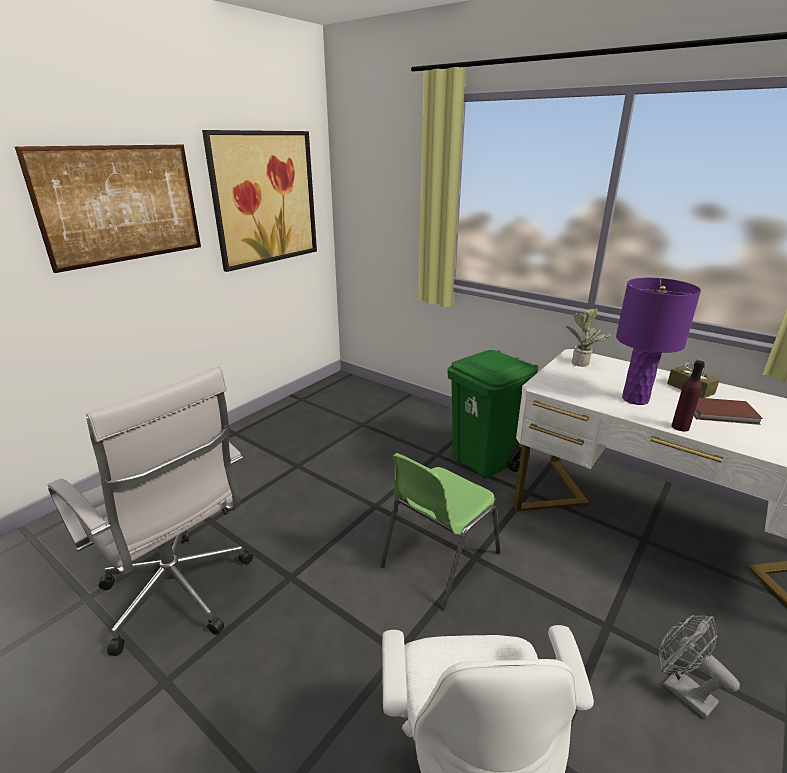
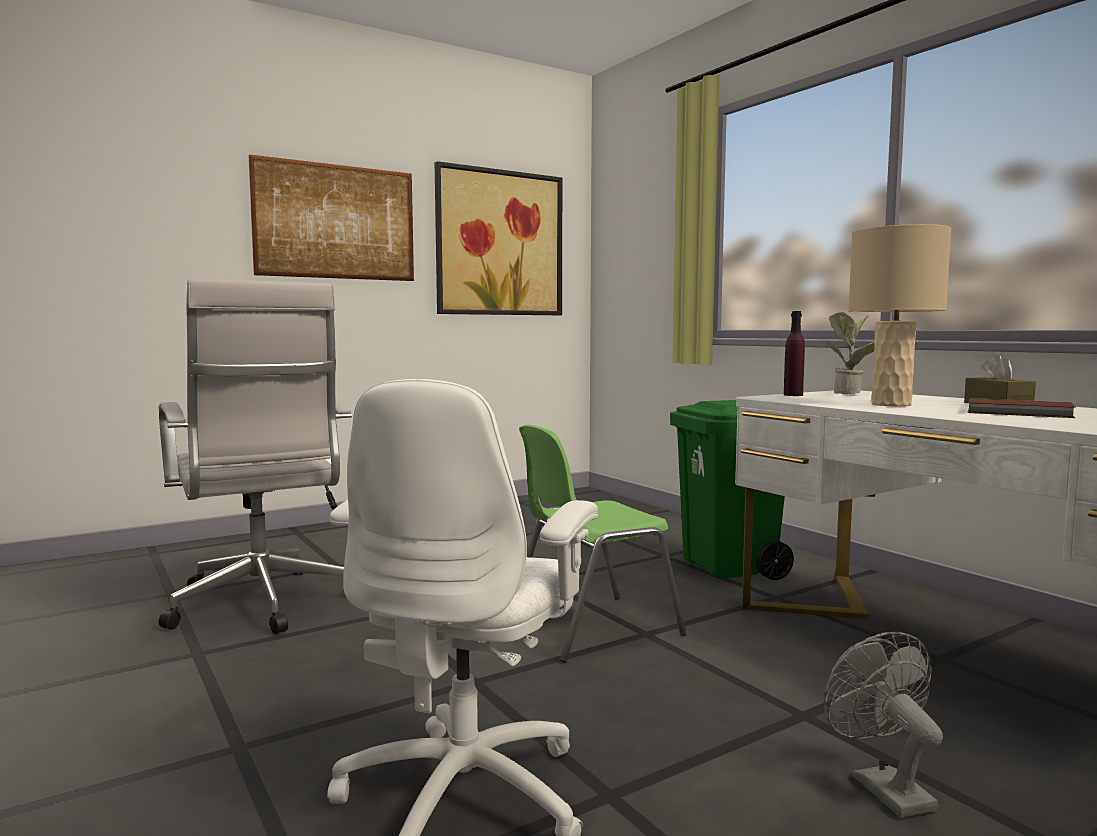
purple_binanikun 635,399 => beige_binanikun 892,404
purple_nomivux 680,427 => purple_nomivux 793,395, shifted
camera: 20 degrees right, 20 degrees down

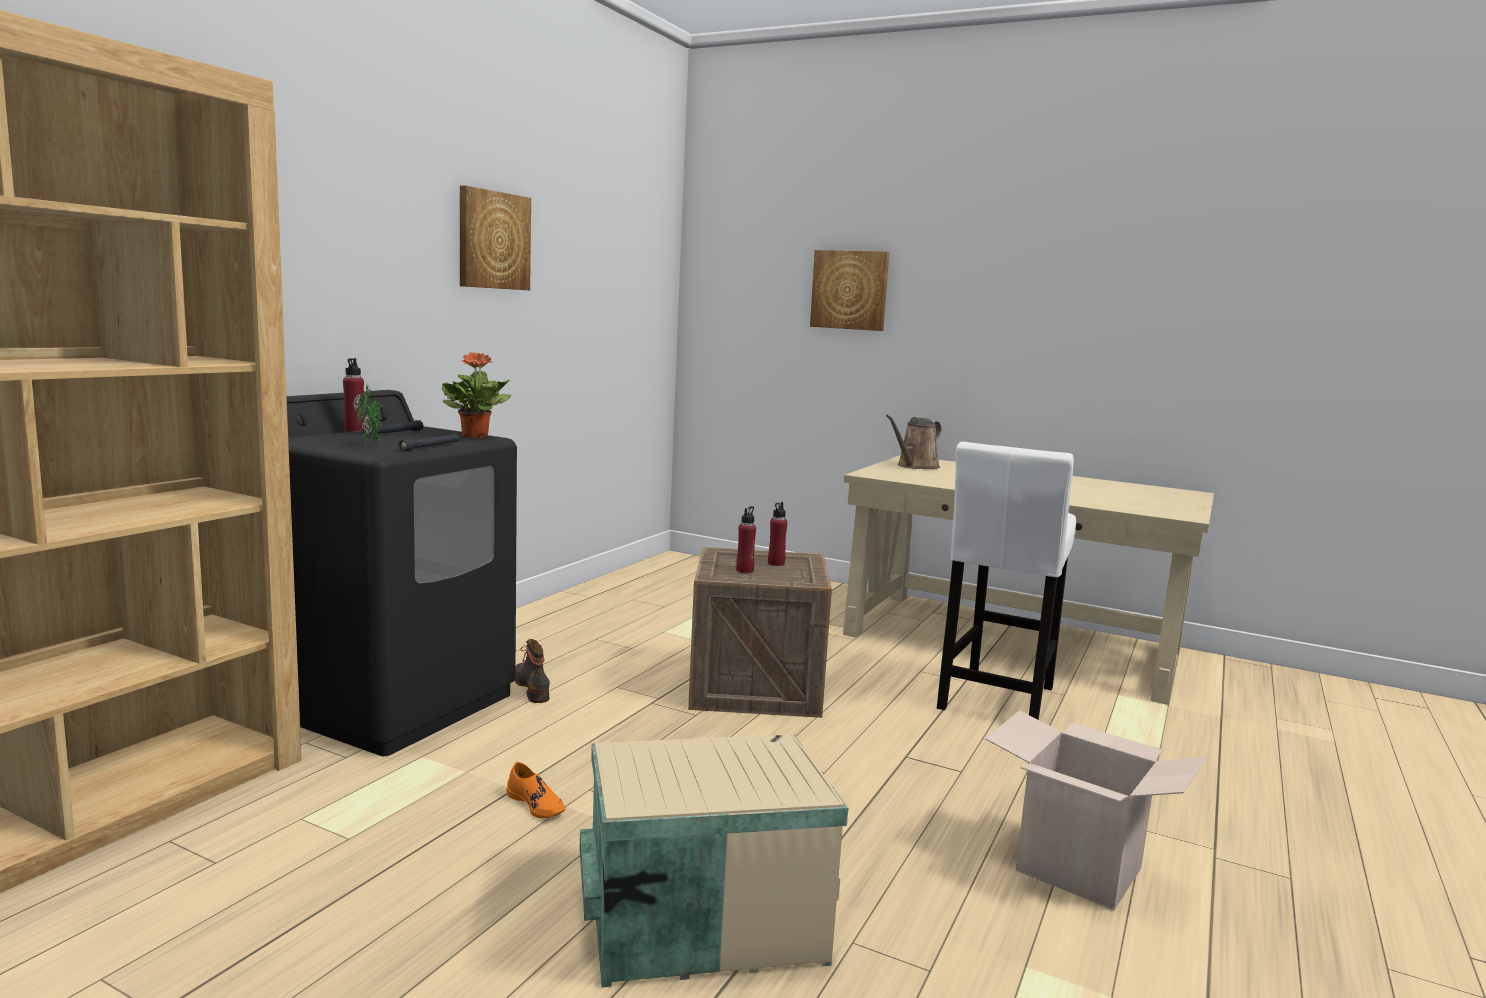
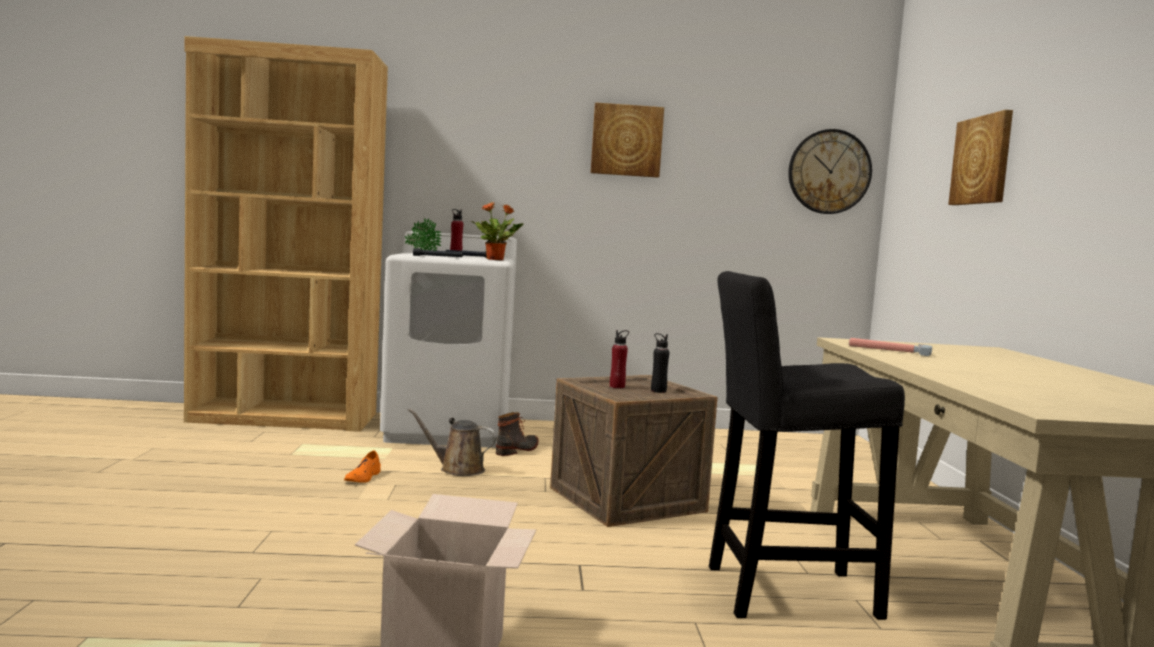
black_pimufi 390,702 => white_pimufi 449,430
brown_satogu 915,466 => brown_satogu 457,469, shifted
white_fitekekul 996,701 => black_fitekekul 781,592
red_nomivux 776,563 => black_nomivux 658,391
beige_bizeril 700,912 => nothing
nothing => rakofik 829,172
nothing => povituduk 889,350
camera: 60 degrees right, 5 degrees down

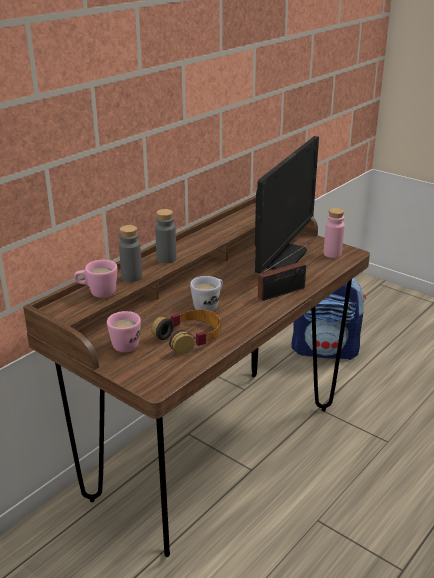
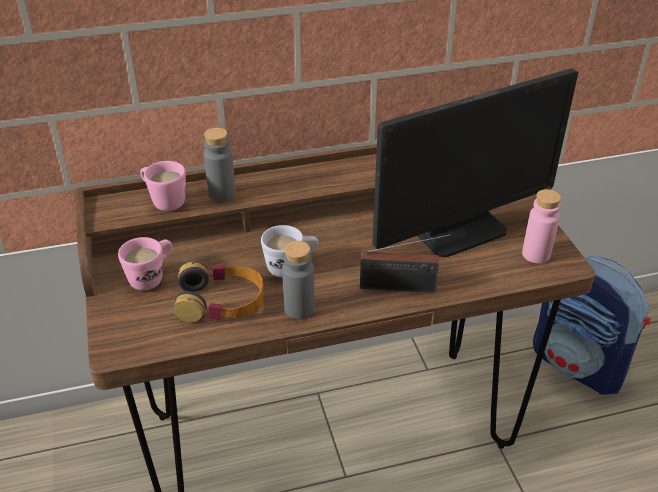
grey_nomivux 166,259 => grey_nomivux 299,308, shifted
camera: 35 degrees right, 10 degrees up

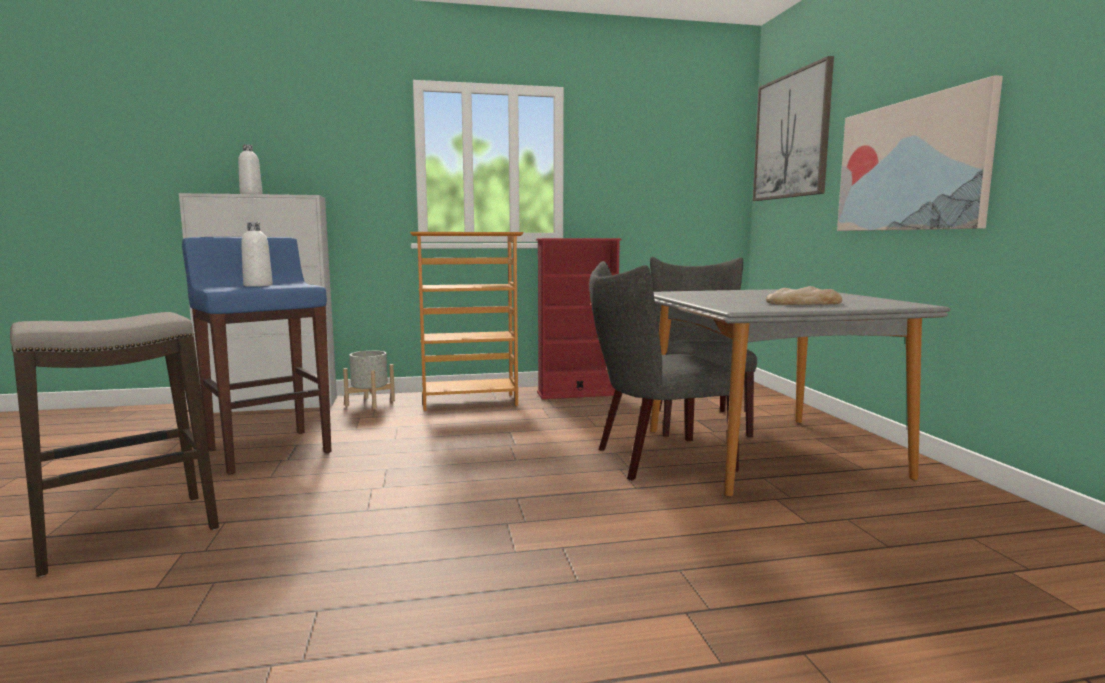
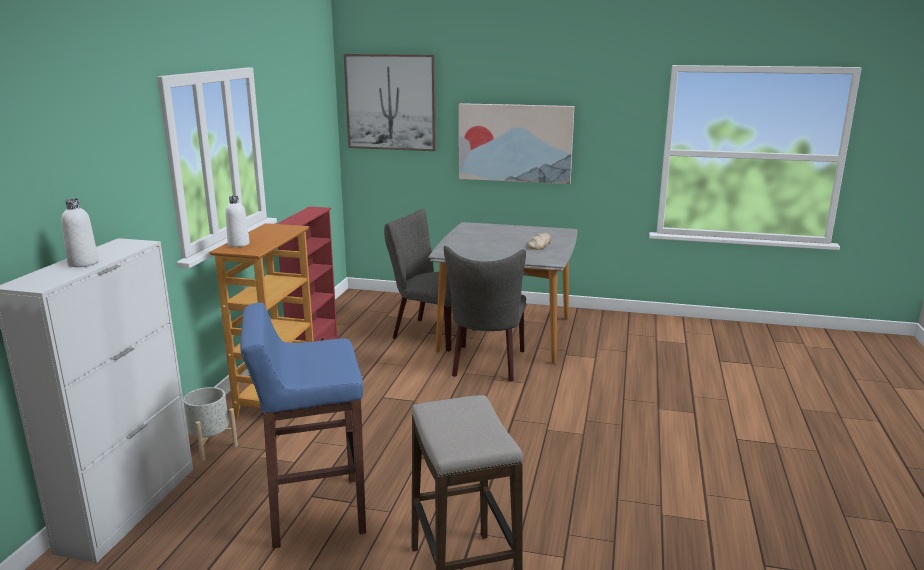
white_nomivux 258,285 => white_nomivux 238,244, shifted
camera: 65 degrees left, 10 degrees up

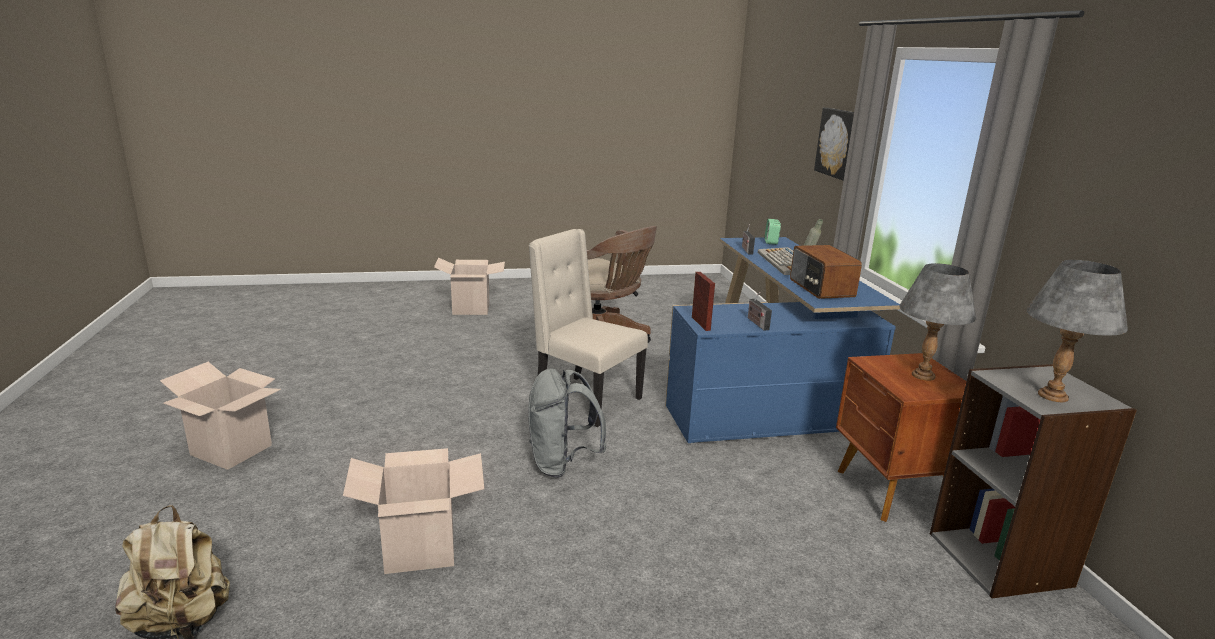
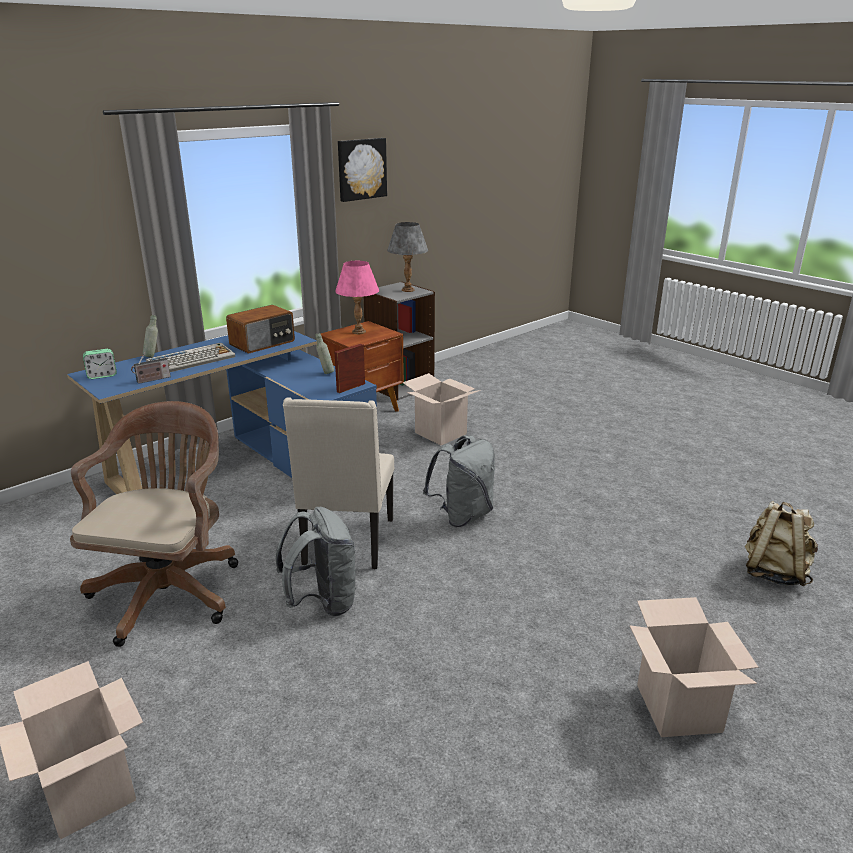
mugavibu 839,143 => mugavibu 361,169, shifted
grey_binanikun 923,375 => pink_binanikun 358,332
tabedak 756,323 => grey_nomivux 325,373
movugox 420,549 => movugox 440,433, shifted
nothing => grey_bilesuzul 323,602
camera: 120 degrees left, 5 degrees up

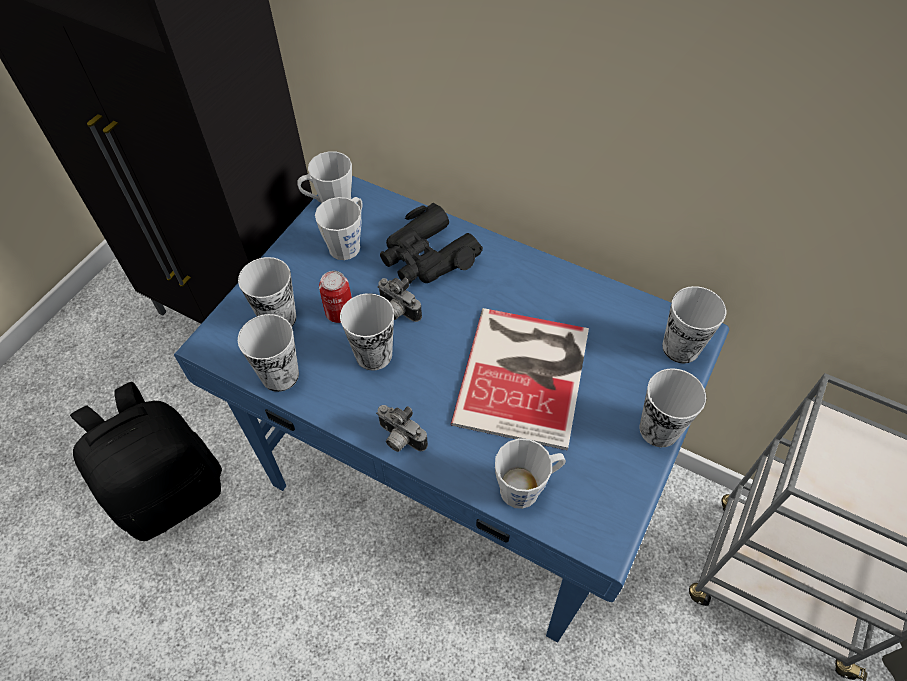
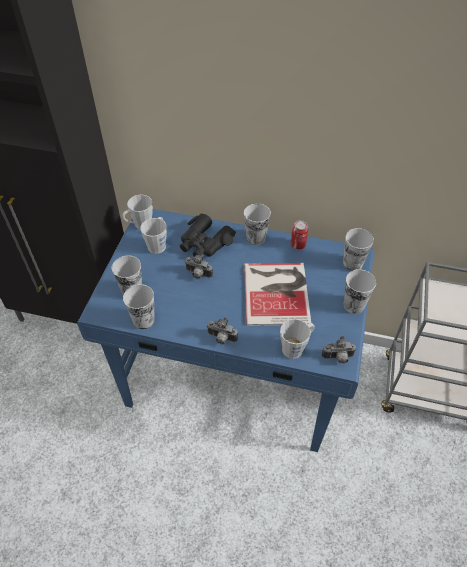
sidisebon 340,313 => sidisebon 298,245, shifted
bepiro 373,354 => bepiro 256,238, shifted
black_bilesuzul 171,492 => nothing
nothing => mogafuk 338,358
camera: 15 degrees left, 5 degrees down

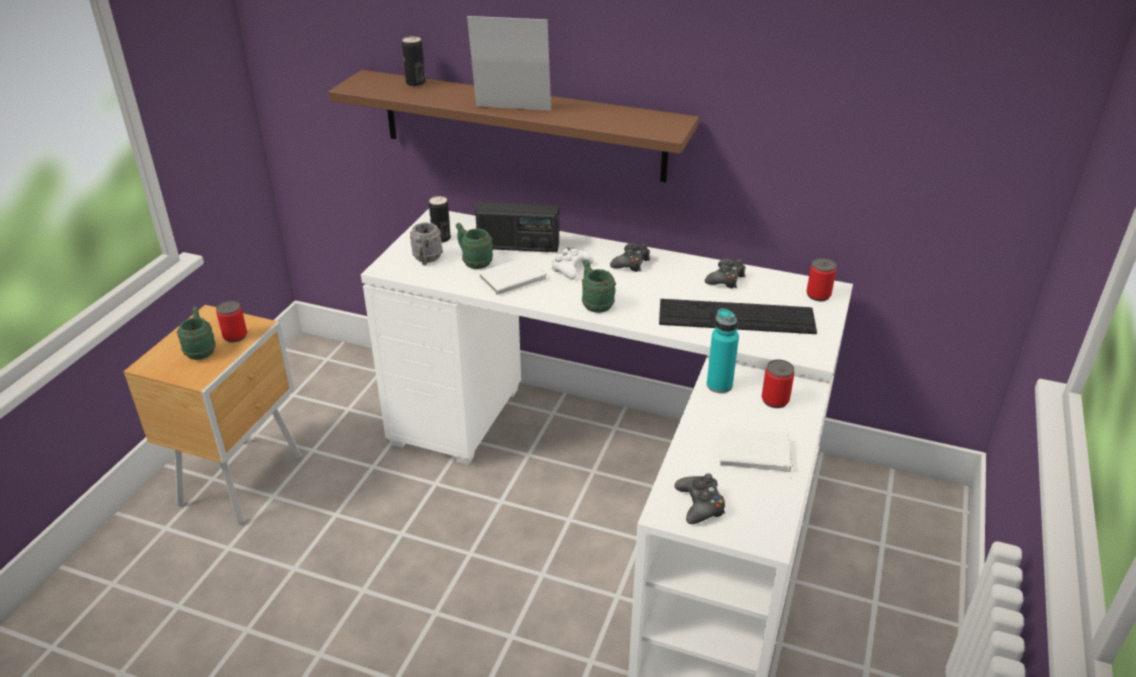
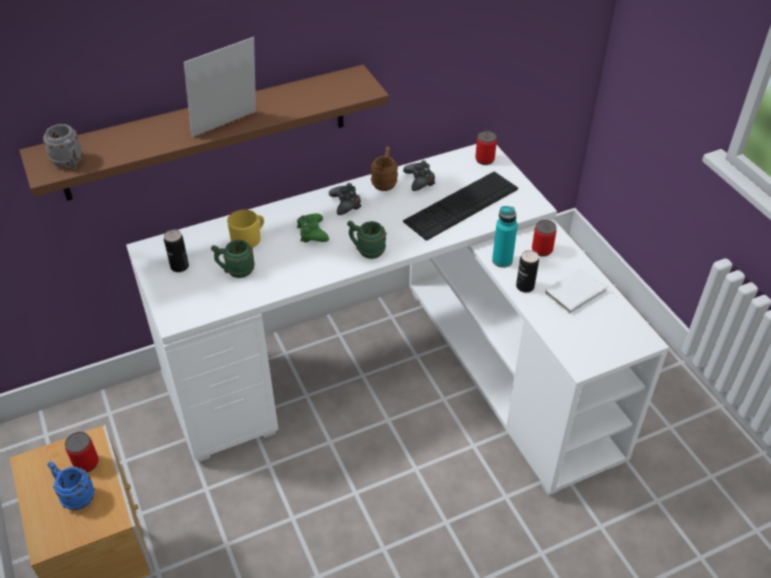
sidisebon 415,83 => sidisebon 525,286, shifted
tabedak 518,246 => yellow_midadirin 249,237
grey_midadirin 426,260 => grey_midadirin 70,163, shifted
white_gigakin 571,268 => green_gigakin 312,233
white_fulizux 513,280 => nothing
green_midadirin 201,350 => blue_midadirin 74,496
black_gigakin 700,504 => nothing
nothing => brown_midadirin 385,182
camera: 45 degrees left, 10 degrees up

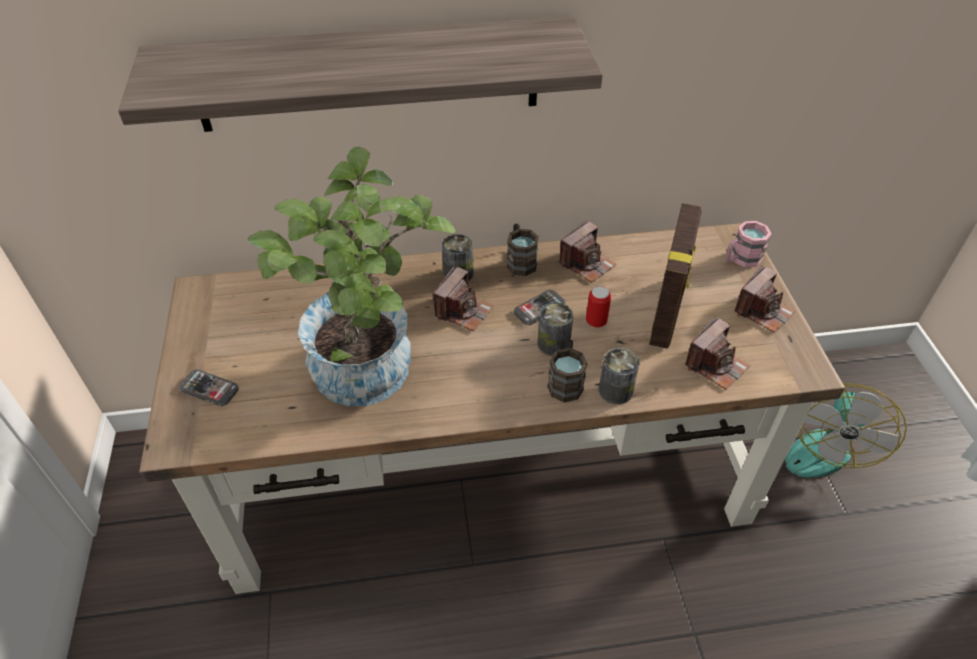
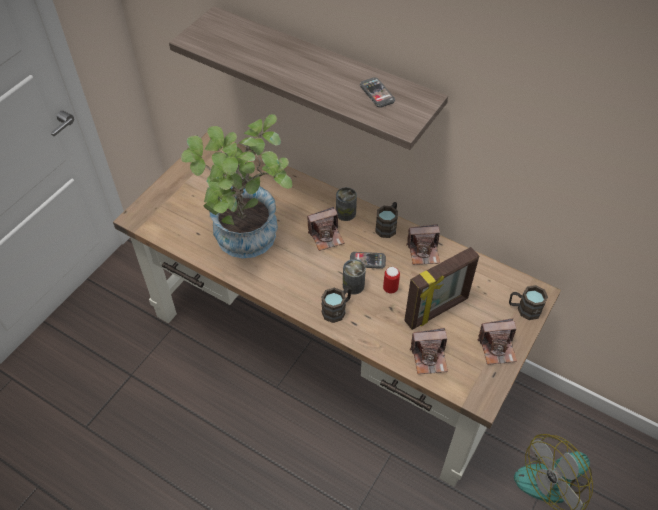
pink_midadirin 740,259 => brown_midadirin 524,309
sidisebon 615,390 => nothing
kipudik 209,389 => kipudik 377,93, shifted
camera: 40 degrees right, 5 degrees up

